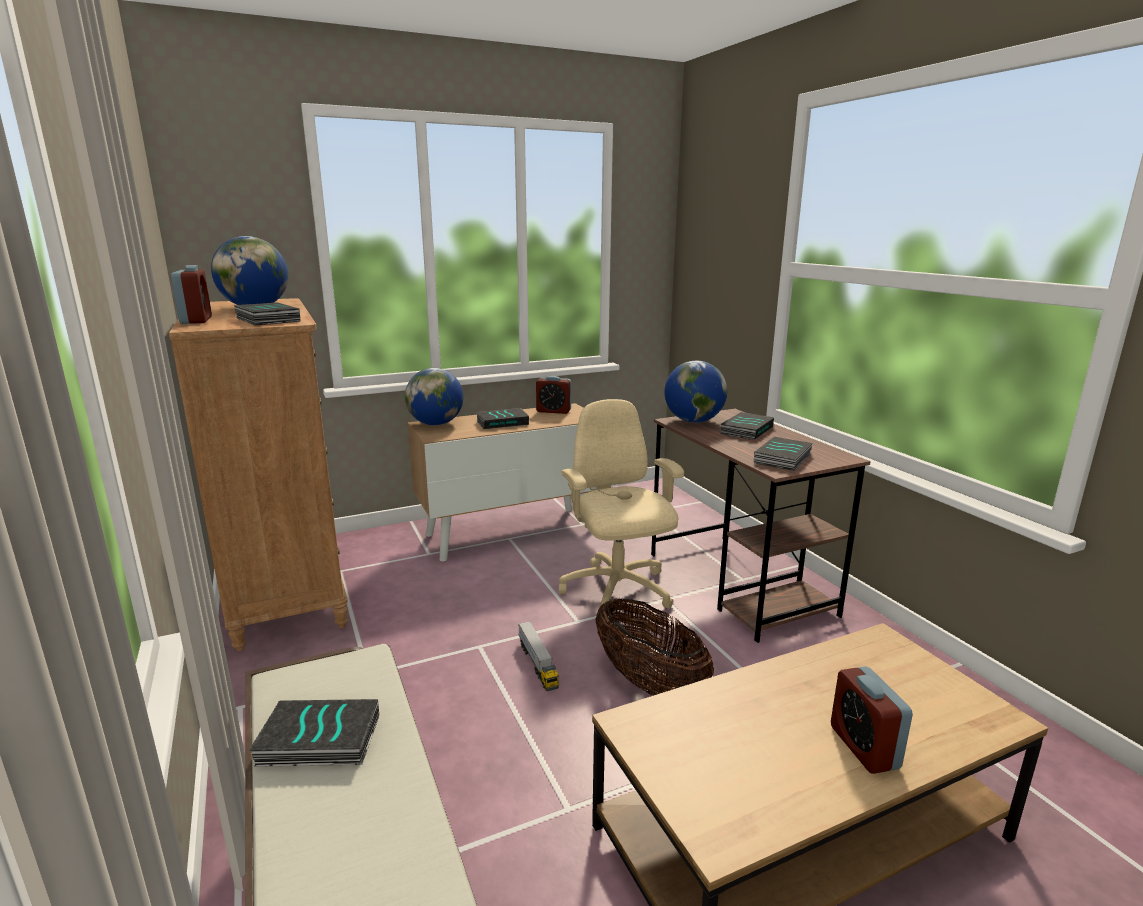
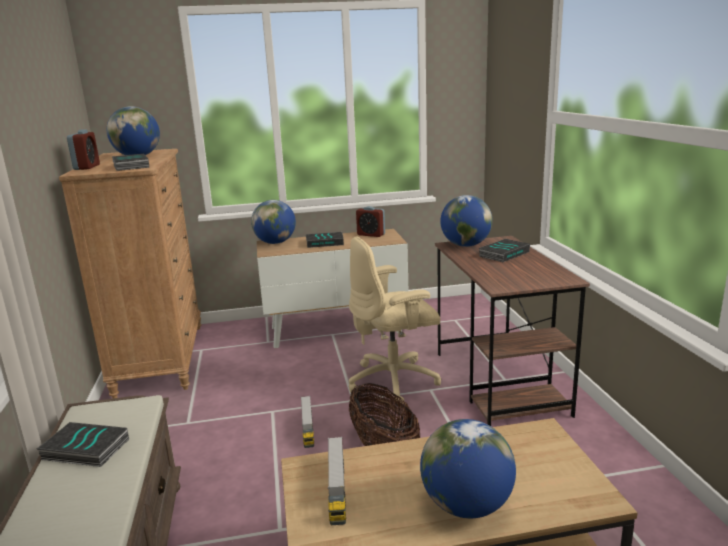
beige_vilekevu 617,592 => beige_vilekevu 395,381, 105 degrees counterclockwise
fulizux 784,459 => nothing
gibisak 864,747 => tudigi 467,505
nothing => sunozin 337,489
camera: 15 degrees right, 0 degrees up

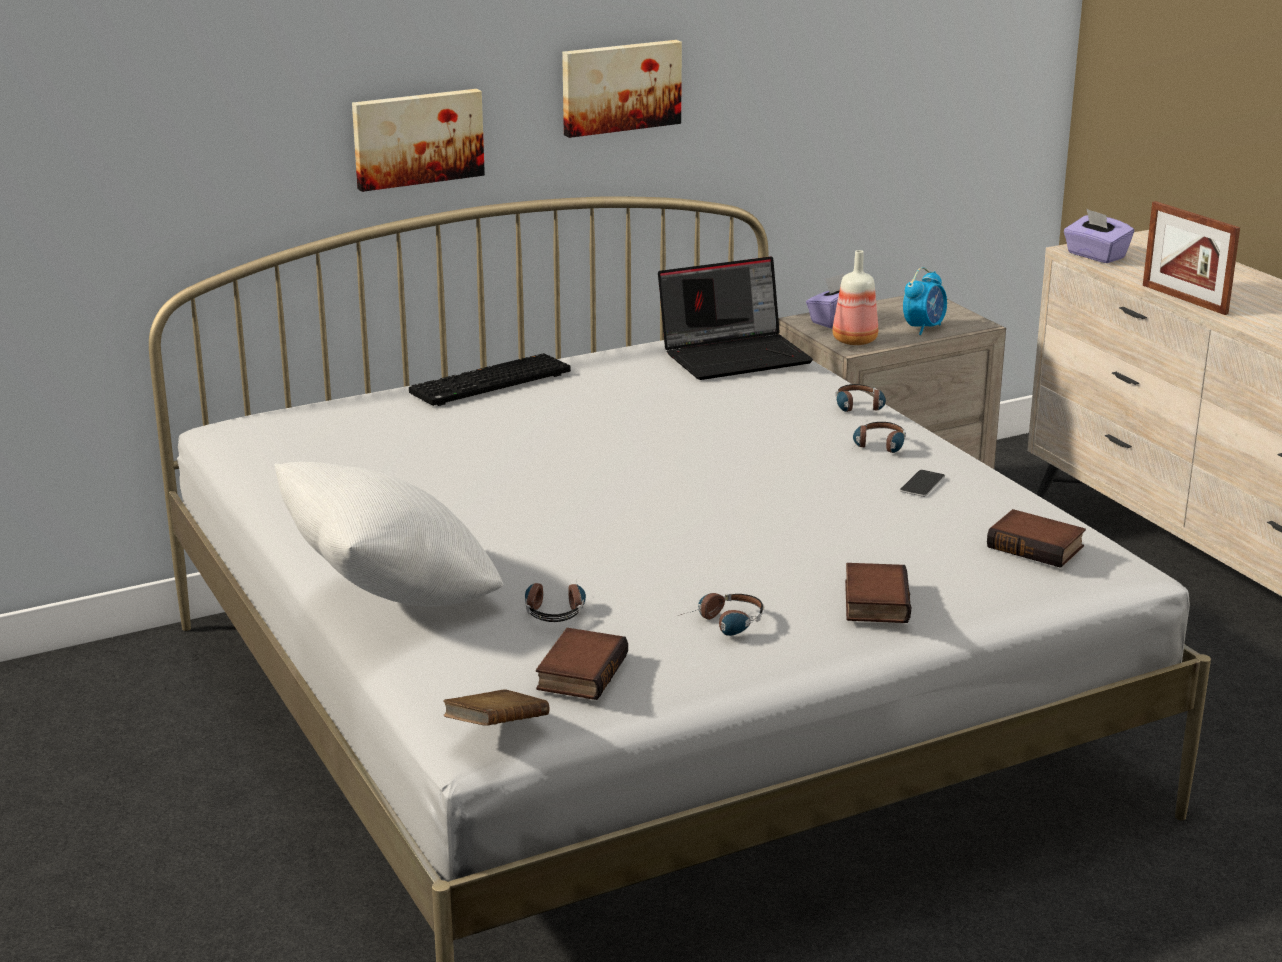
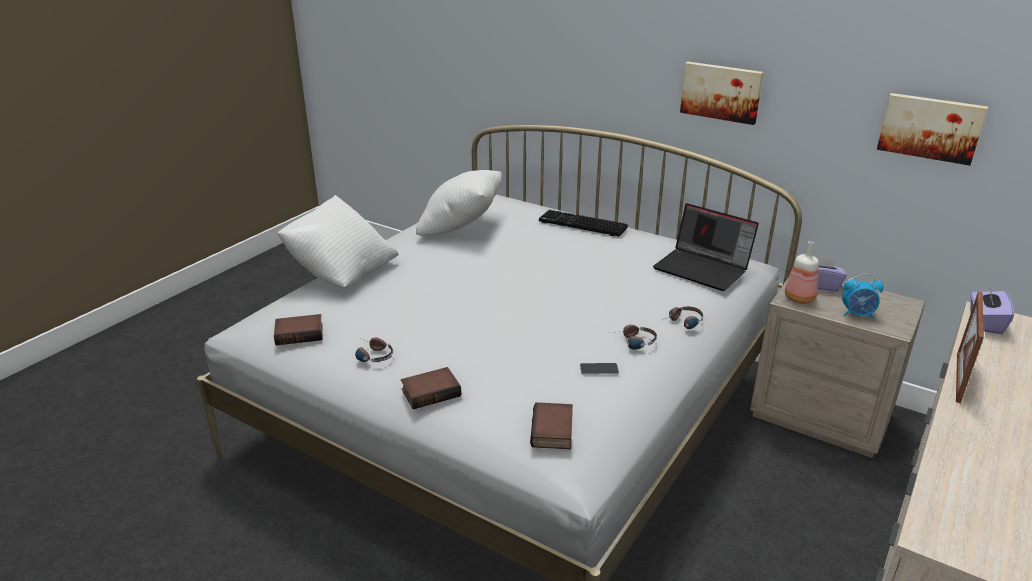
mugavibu 417,138 => mugavibu 930,127, shifted
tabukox 555,609 => nothing
brown_fulizux 496,729 => nothing
nothing => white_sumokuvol 461,228
camera: 60 degrees right, 5 degrees up

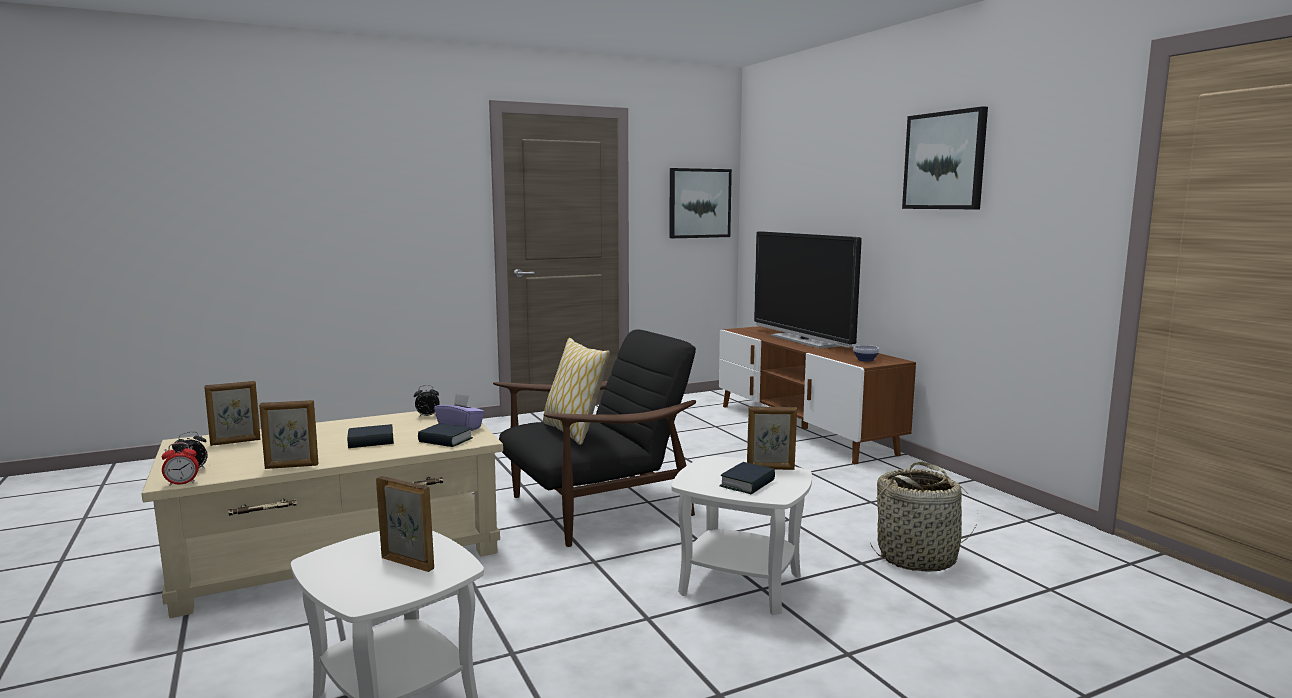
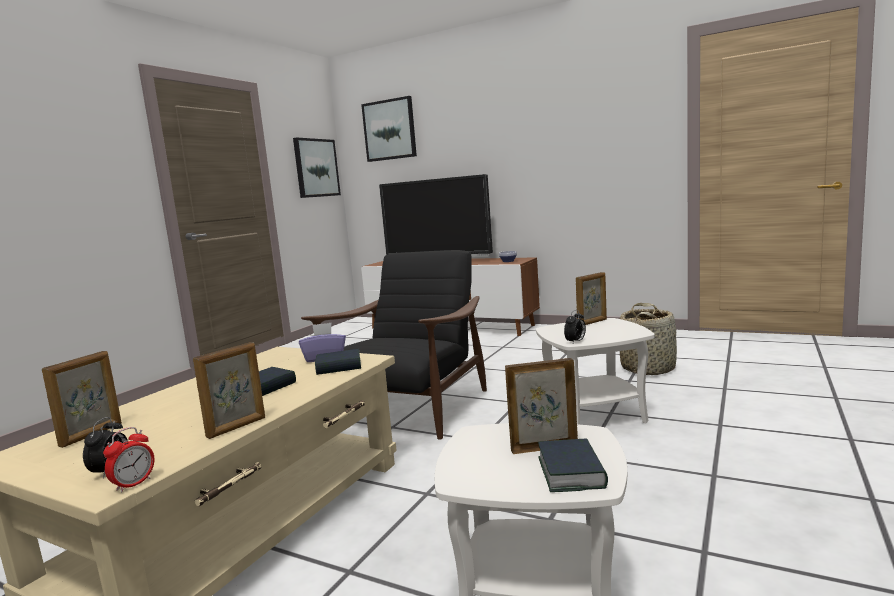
mugavibu 945,161 => mugavibu 389,130, shifted
sumokuvol 573,432 => nothing
gibisak 427,416 => gibisak 575,342, shifted
fulizux 747,484 => fulizux 571,472, shifted
camera: 35 degrees left, 0 degrees up

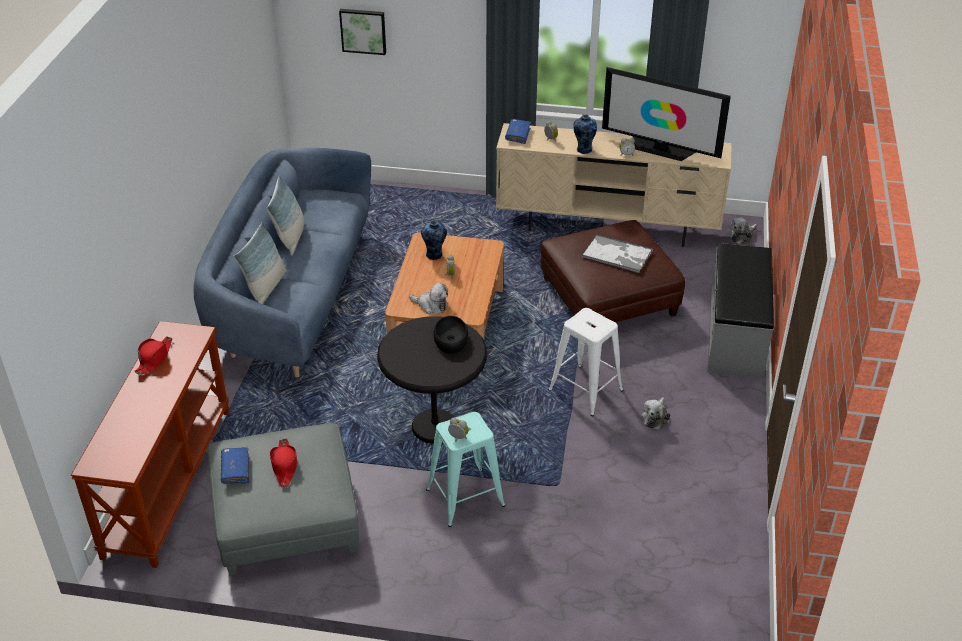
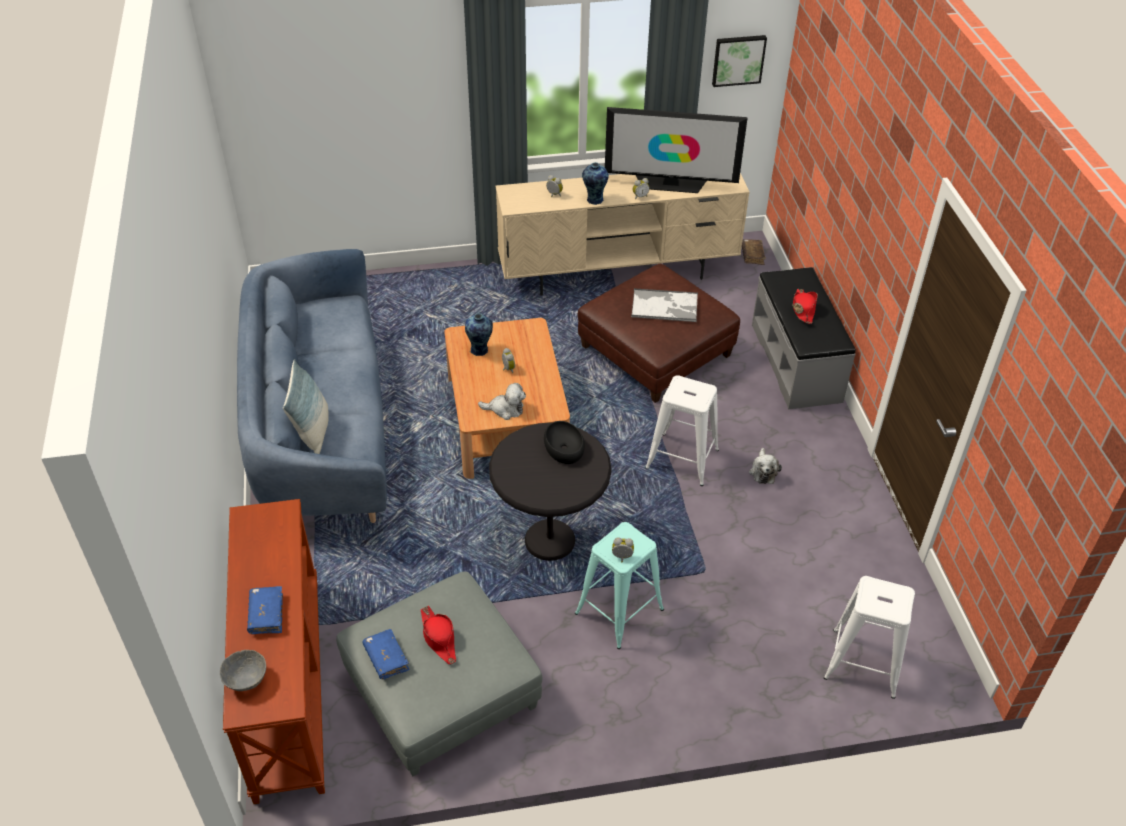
mugavibu 363,30 => mugavibu 738,59, shifted
blue_fulizux 518,135 => blue_fulizux 266,614, shifted
sumokuvol 290,237 => nothing
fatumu 742,236 => brown_fulizux 752,255
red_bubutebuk 154,358 => red_bubutebuk 803,309, shifted
nothing => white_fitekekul 863,663
nothing => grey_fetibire 246,680
camera: 20 degrees left, 5 degrees up

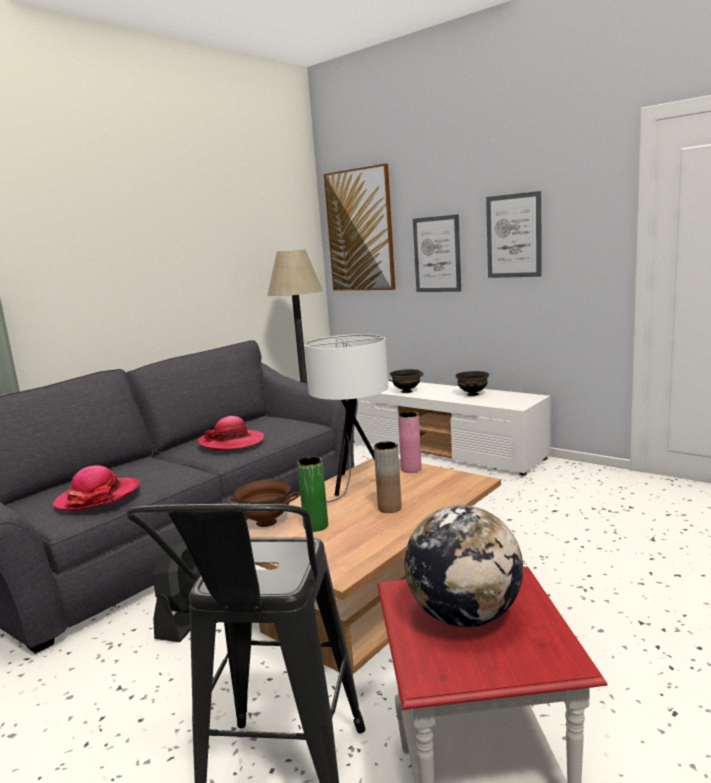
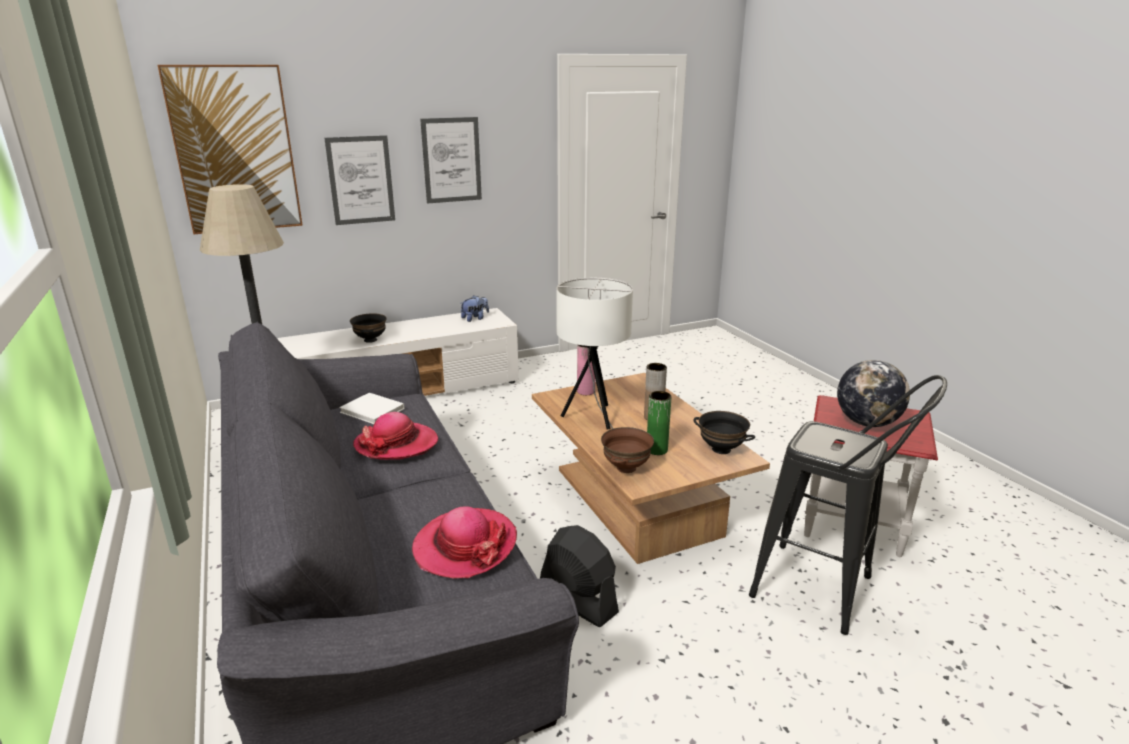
black_fetibire 473,394 => black_fetibire 721,449, shifted
nothing => fatumu 475,318
nothing => white_fulizux 373,411
camera: 65 degrees left, 10 degrees up

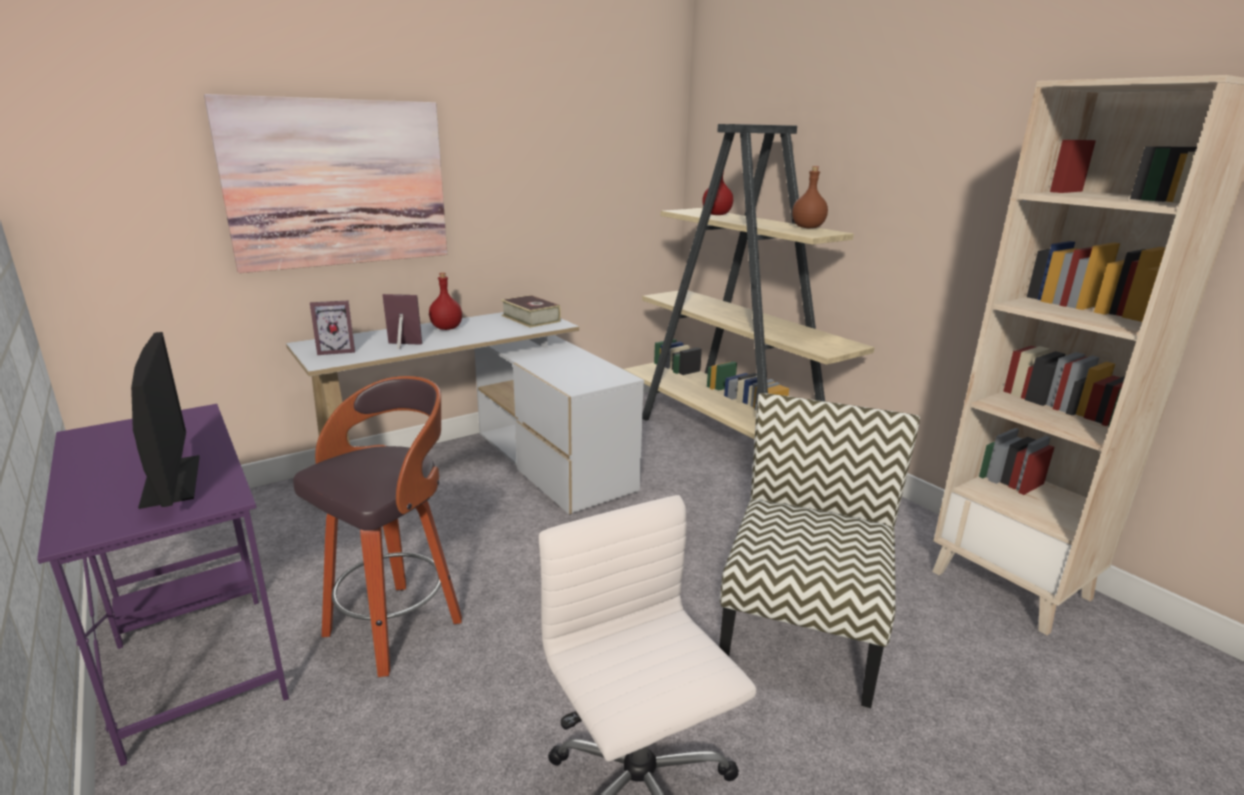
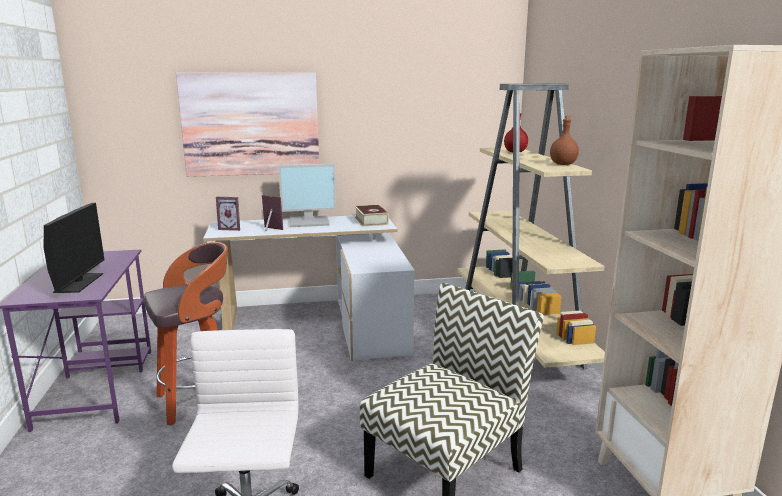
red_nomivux 446,328 => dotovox 310,221
camera: 25 degrees right, 5 degrees down

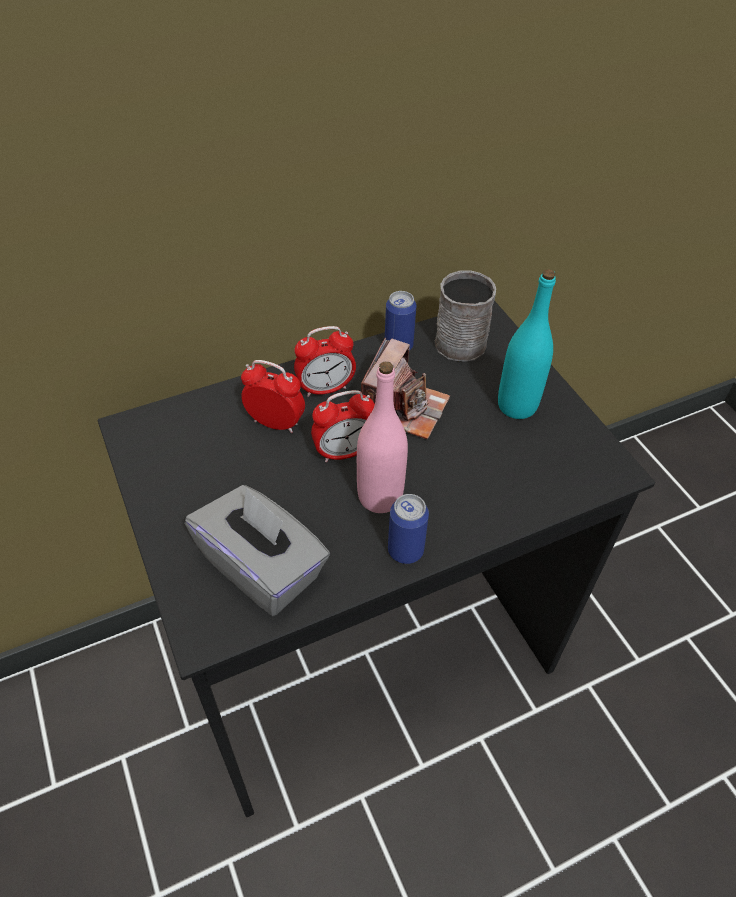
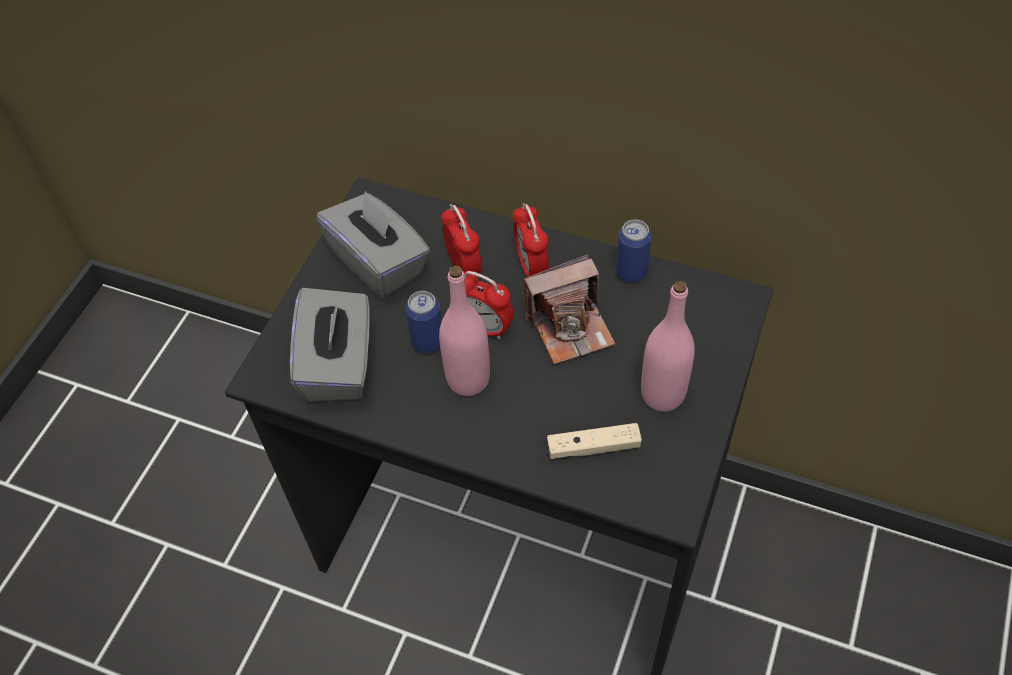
turquoise_nomivux 517,406 => pink_nomivux 662,394
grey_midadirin 465,340 => nothing
gibisak 325,388 => gibisak 531,266, 45 degrees clockwise
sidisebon 405,550 => sidisebon 428,342, shifted
nothing => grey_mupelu 379,263
nothing => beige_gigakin 593,447
camera: 50 degrees right, 5 degrees up

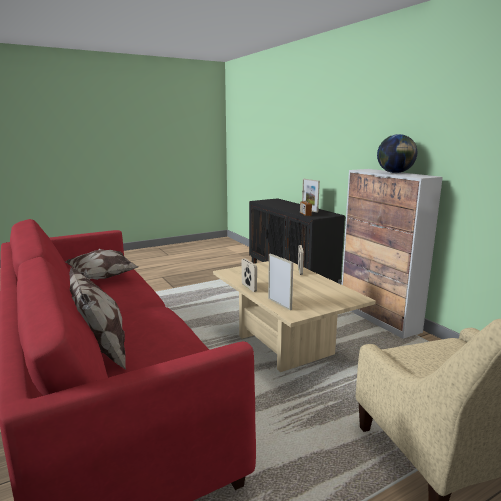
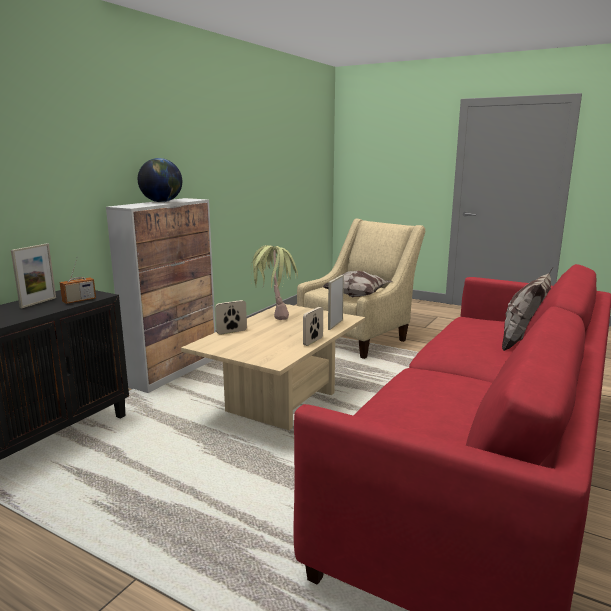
sumokuvol 101,278 => sumokuvol 358,296, shifted
nothing => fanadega 274,315
camera: 120 degrees left, 0 degrees up

